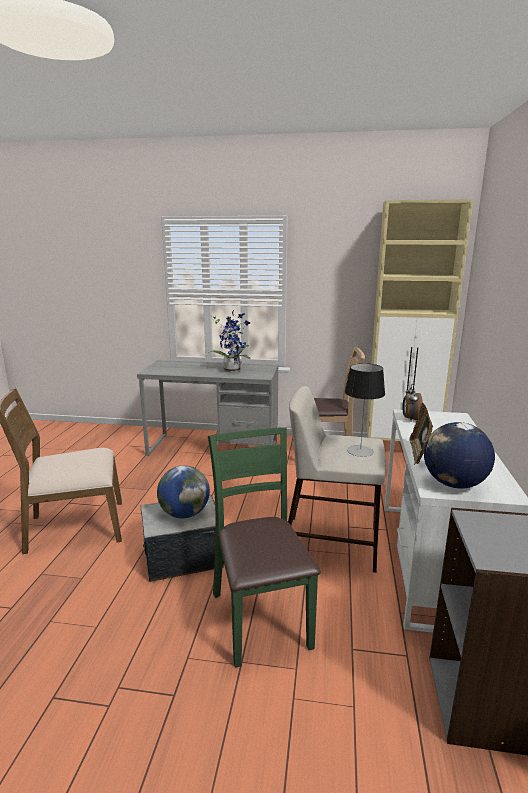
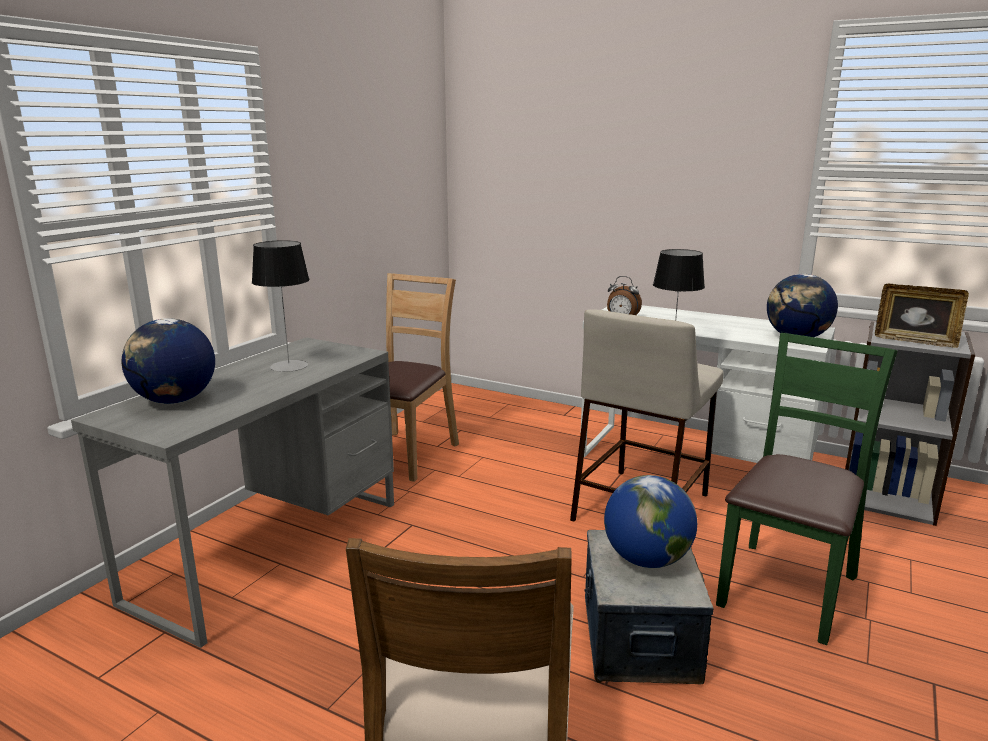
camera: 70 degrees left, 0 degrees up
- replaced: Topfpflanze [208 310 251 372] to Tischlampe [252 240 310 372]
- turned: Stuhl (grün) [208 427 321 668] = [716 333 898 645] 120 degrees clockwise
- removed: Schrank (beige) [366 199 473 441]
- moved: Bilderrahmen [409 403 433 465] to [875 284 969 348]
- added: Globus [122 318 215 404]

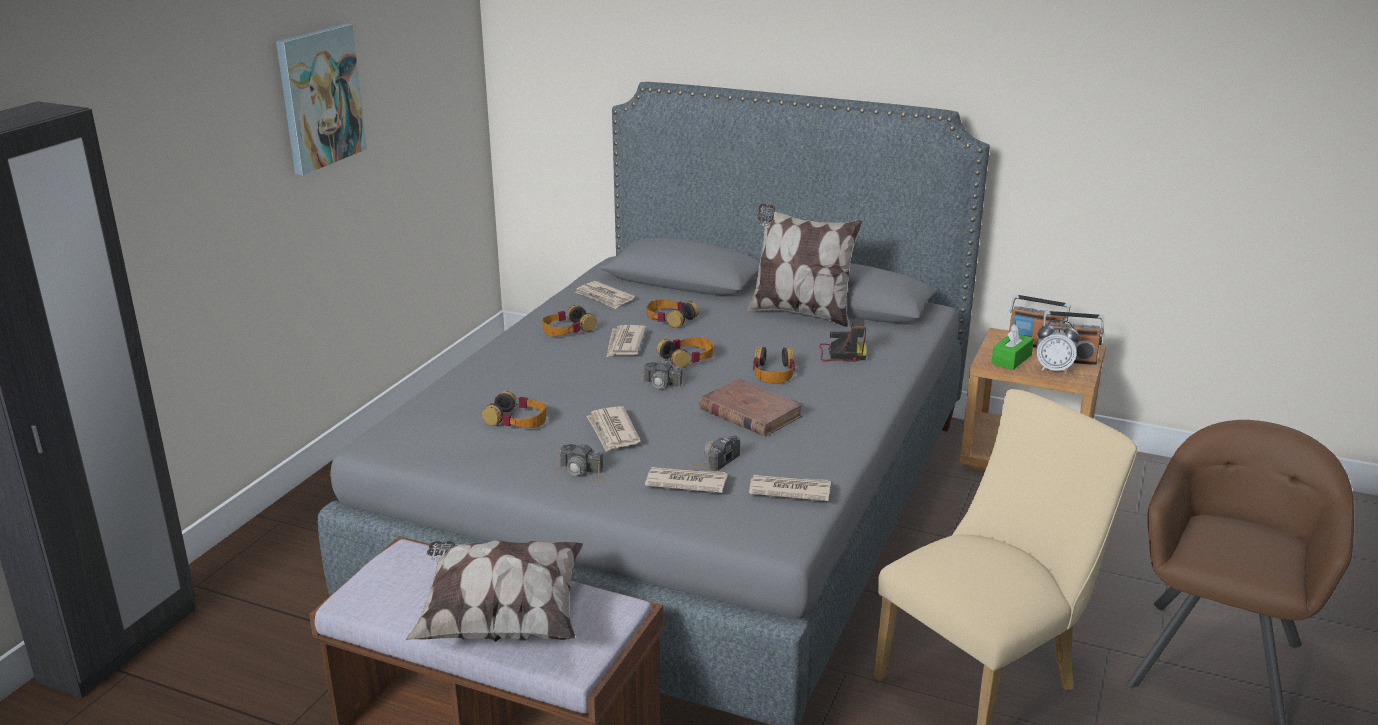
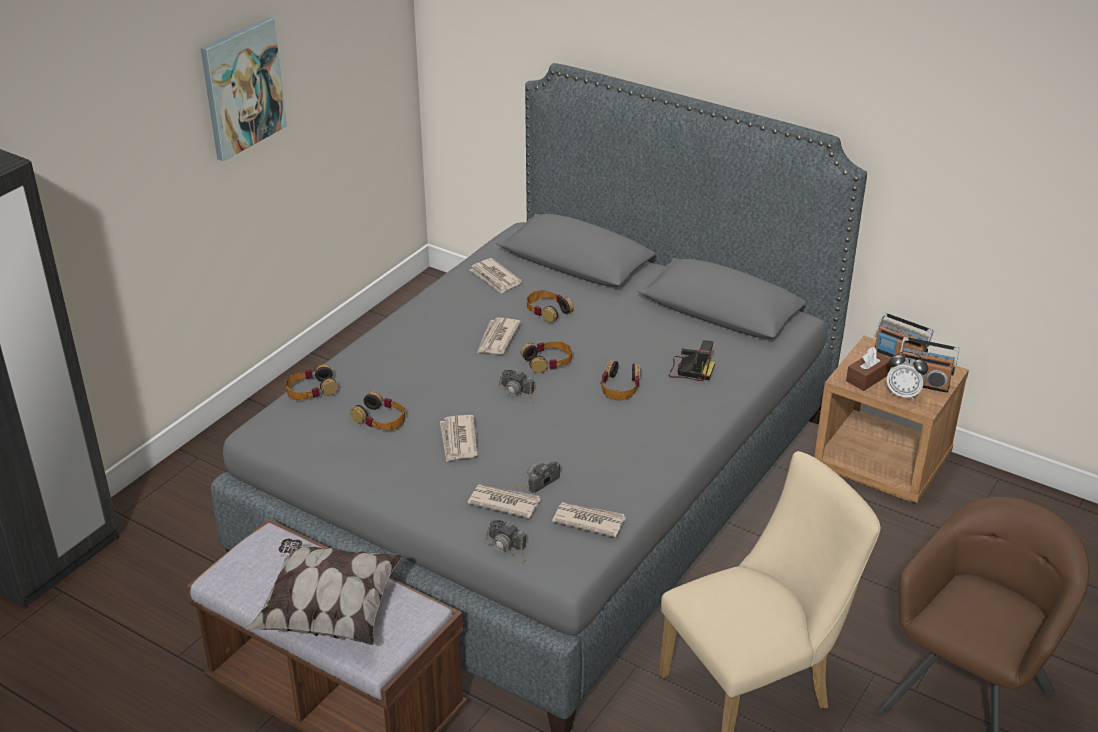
camera: 10 degrees right, 10 degrees up
- moved: Kopfhörer [542 305 597 336] to [285 364 338 400]
- moved: Kamera [555 443 605 483] to [484 520 526 562]
- removed: Buch (braun) [699 379 804 437]
- removed: Kissen [747 203 863 327]
- recoloured: Taschentuchbox (grün) [991 324 1034 370] to Taschentuchbox (braun) [846 347 891 391]

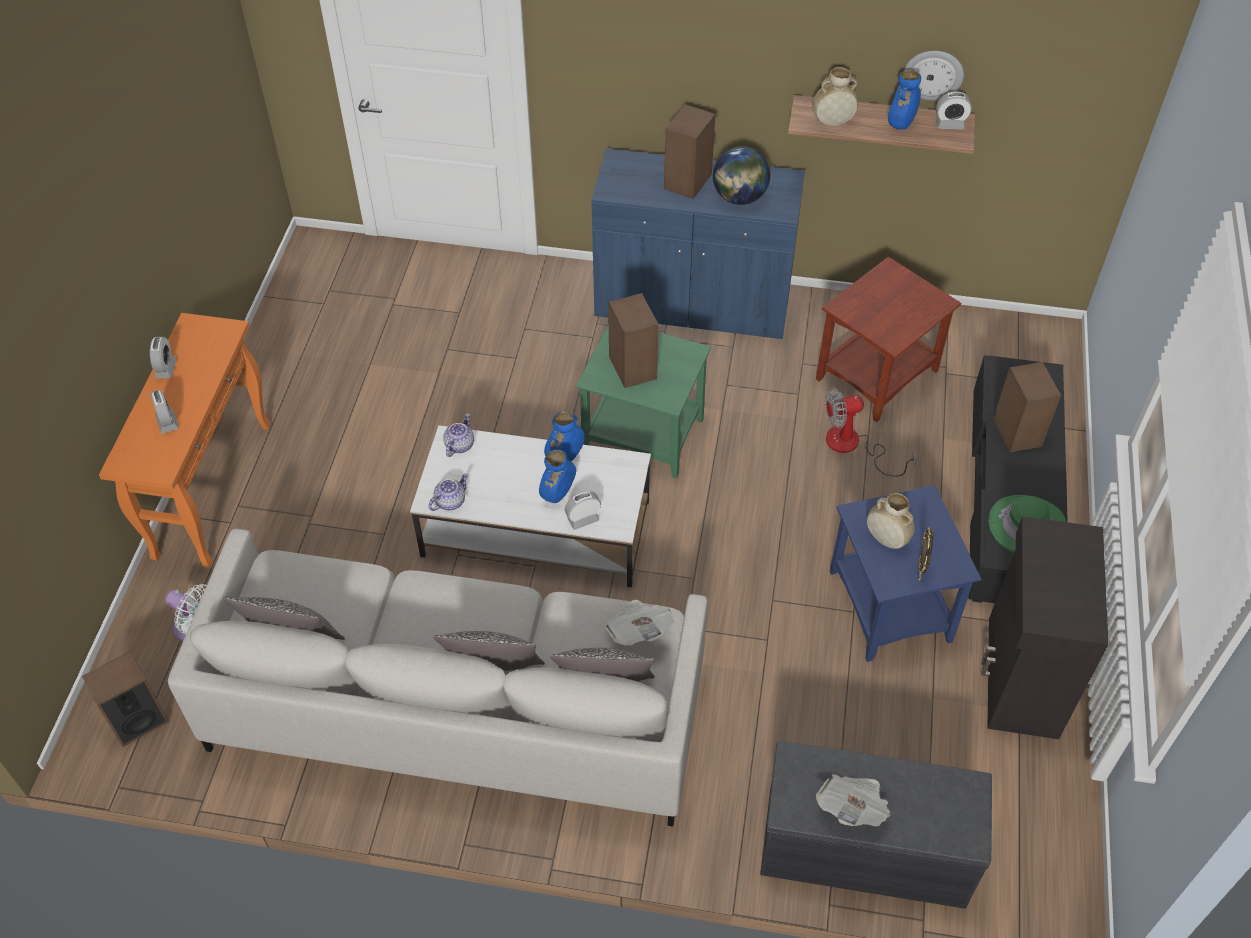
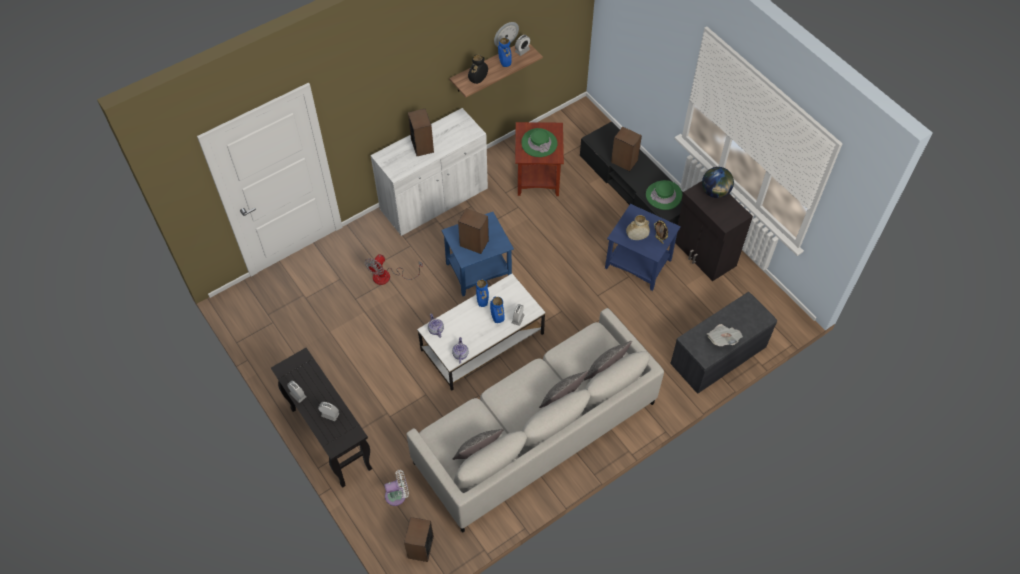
camera: 45 degrees left, 5 degrees up
- recoloured: Konsolentisch (orange) [99 313 271 568] to Konsolentisch (schwarz) [271 348 372 488]
- recoloured: Beistelltisch (grün) [576 324 711 479] to Beistelltisch (blau) [441 212 514 296]
- recoloured: Schrank (blau) [591 149 805 339] to Schrank (weiß) [370 108 488 236]
- removed: Zeitung [604 600 675 645]
- moved: Globus [713 146 770 205] to [702 167 734 198]
- recoloured: Vase (beige) [812 67 858 126] to Vase (schwarz) [468 54 488 84]
- moved: Ventilator [825 387 917 477] to [365 254 423 285]
- added: Hut (grün) [521 128 558 157]

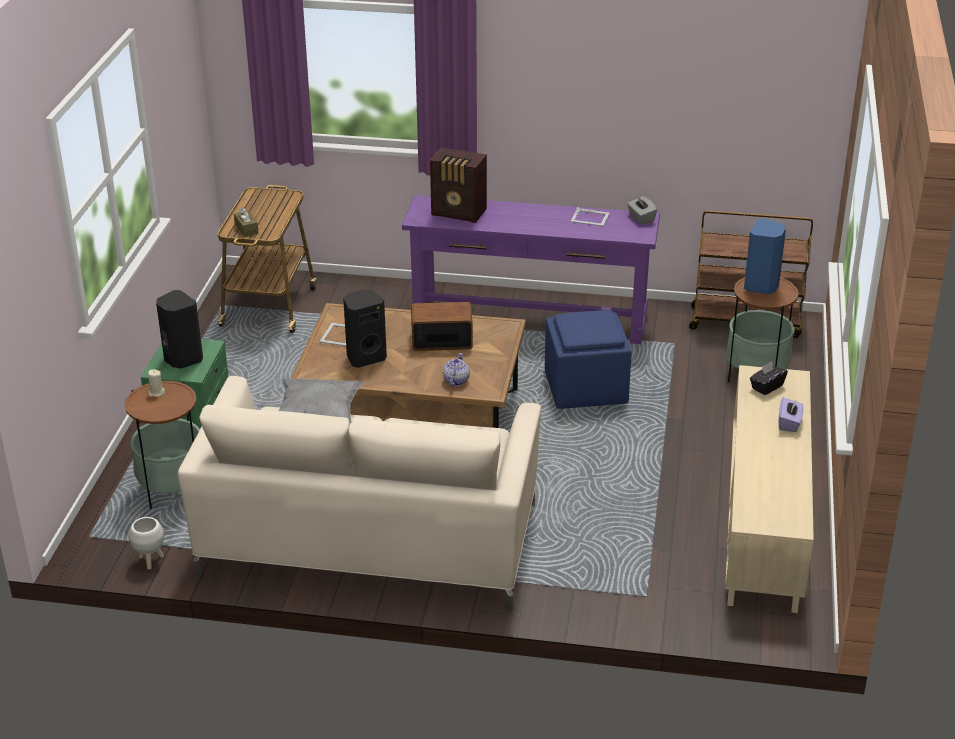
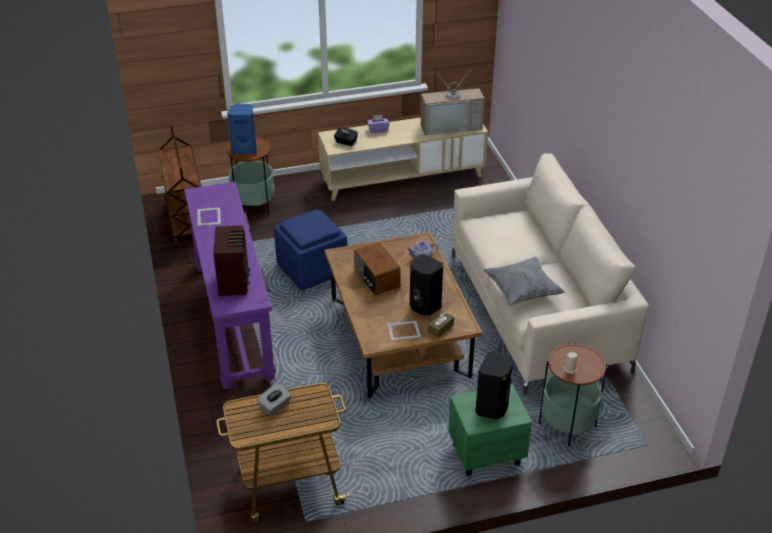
camera: 115 degrees left, 5 degrees up
- removed: Pflanzkübel (weiß) [129 517 164 570]
- moved: Taschentuchbox (braun) [234 207 258 237] to [428 311 454 338]
- moved: Taschentuchbox (grau) [627 195 657 224] to [257 383 291 416]
- added: Fernseher [421 67 485 135]

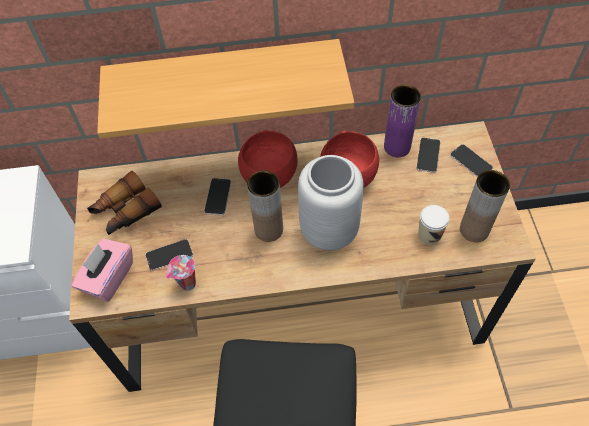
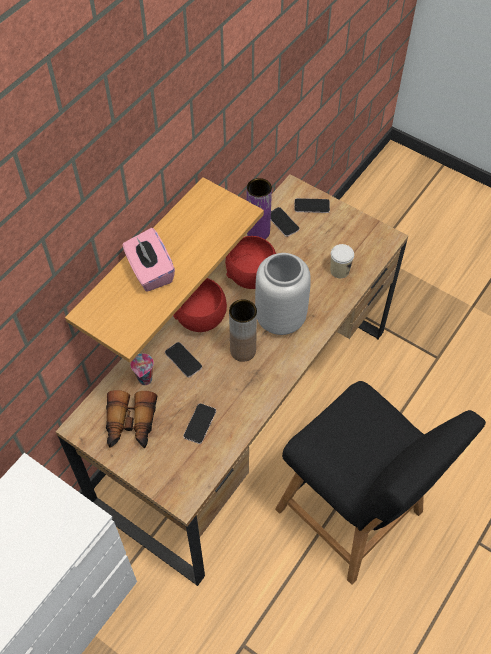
camera: 50 degrees left, 0 degrees up
- moved: Taschentuchbox (rosa) [72 238 133 302] to [122 228 175 292]
- moved: Tasse [166 255 196 291] to [130 353 154 385]
- removed: Vase (braun) [460 170 510 242]

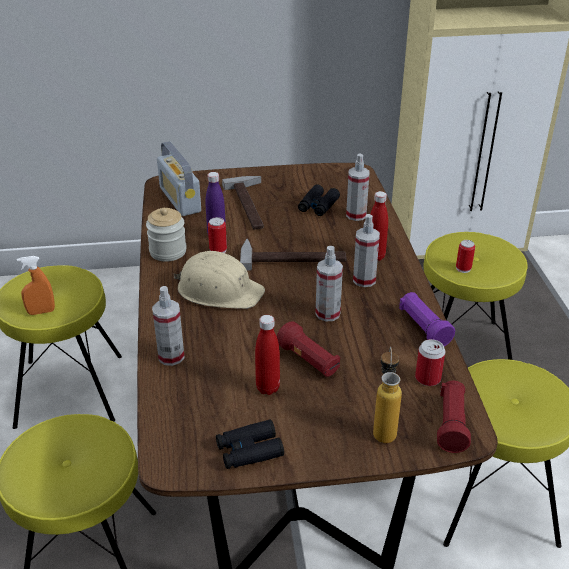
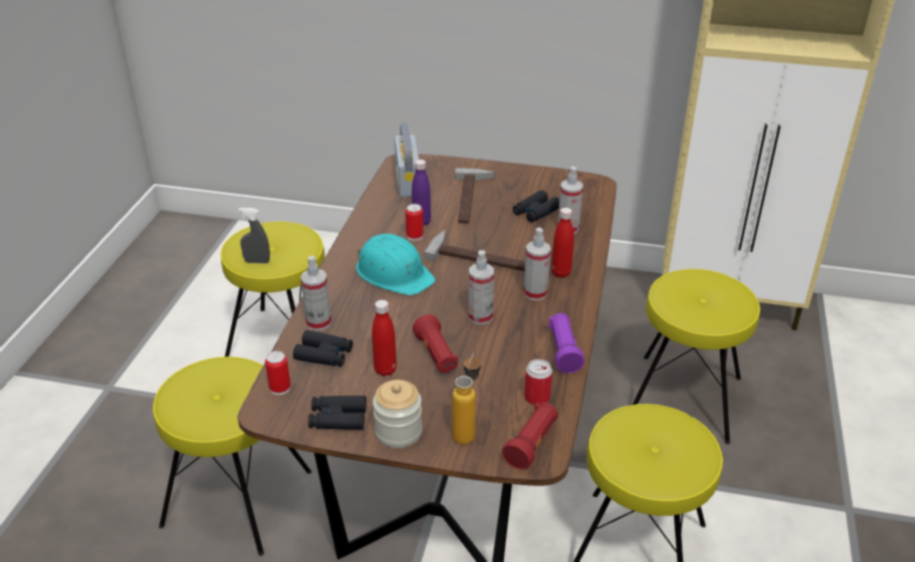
camera: 20 degrees right, 0 degrees up
- recoloured: Sprühflasche (orange) [17 256 55 315] to Sprühflasche (grau) [238 208 270 264]
- moved: Vorratsglas [146 208 187 262] to [373 380 422 448]
- recoloured: Schutzhelm (beige) [173 251 265 309] to Schutzhelm (türkis) [356 234 435 295]
- moved: Dose [456 240 475 273] to [265 351 291 395]
- added: Fernglas (schwarz) [293 330 353 367]

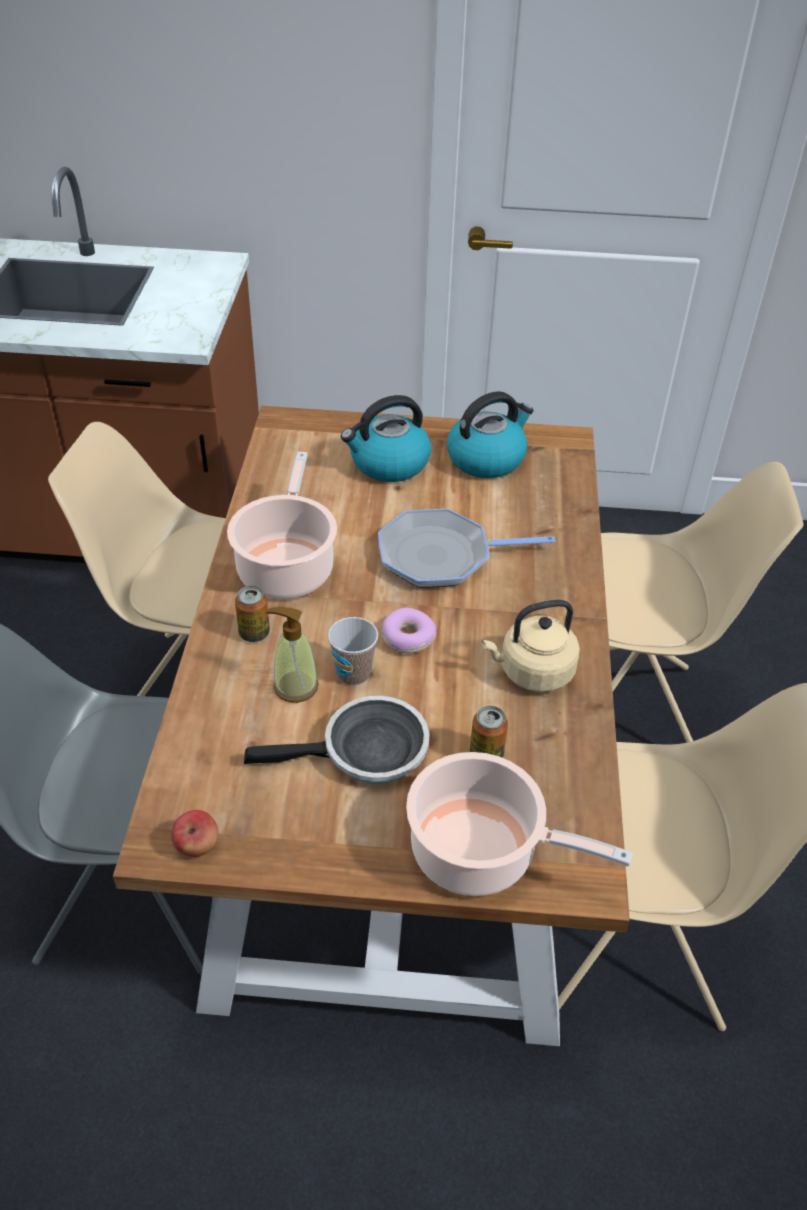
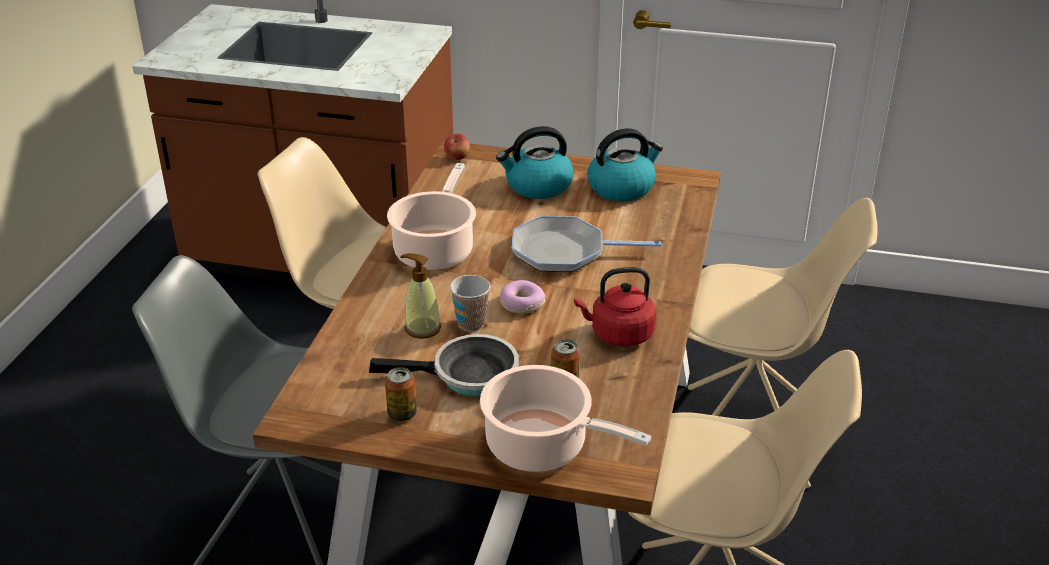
camera: 10 degrees right, 10 degrees down
- moved: Apfel [171 810 218 857] to [444 134 470 160]
- moved: Dose [235 586 270 642] to [385 367 417 421]
- recoloured: Wasserkessel (beige) [482 600 580 692] to Wasserkessel (rot) [574 267 656 347]

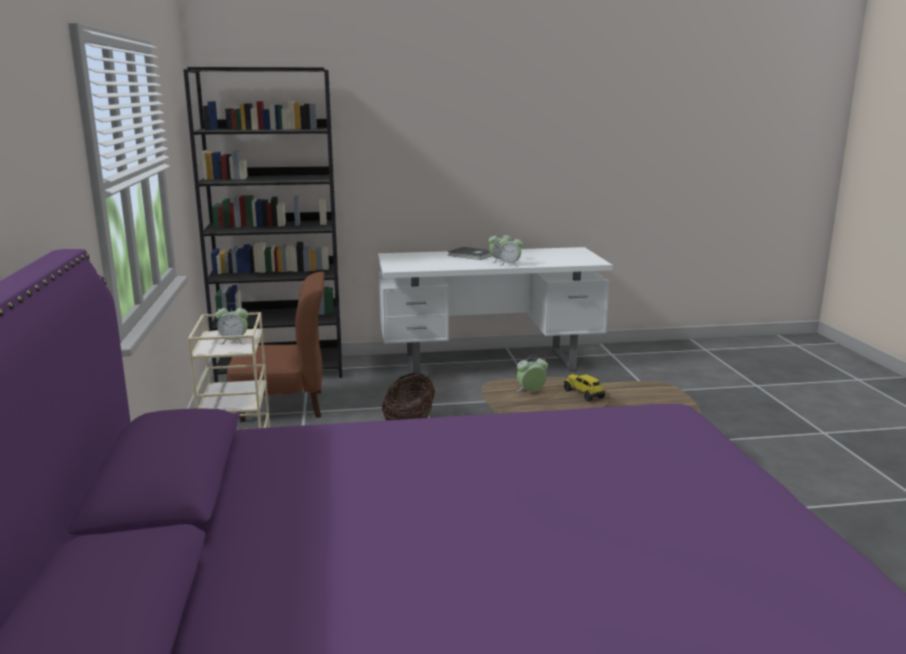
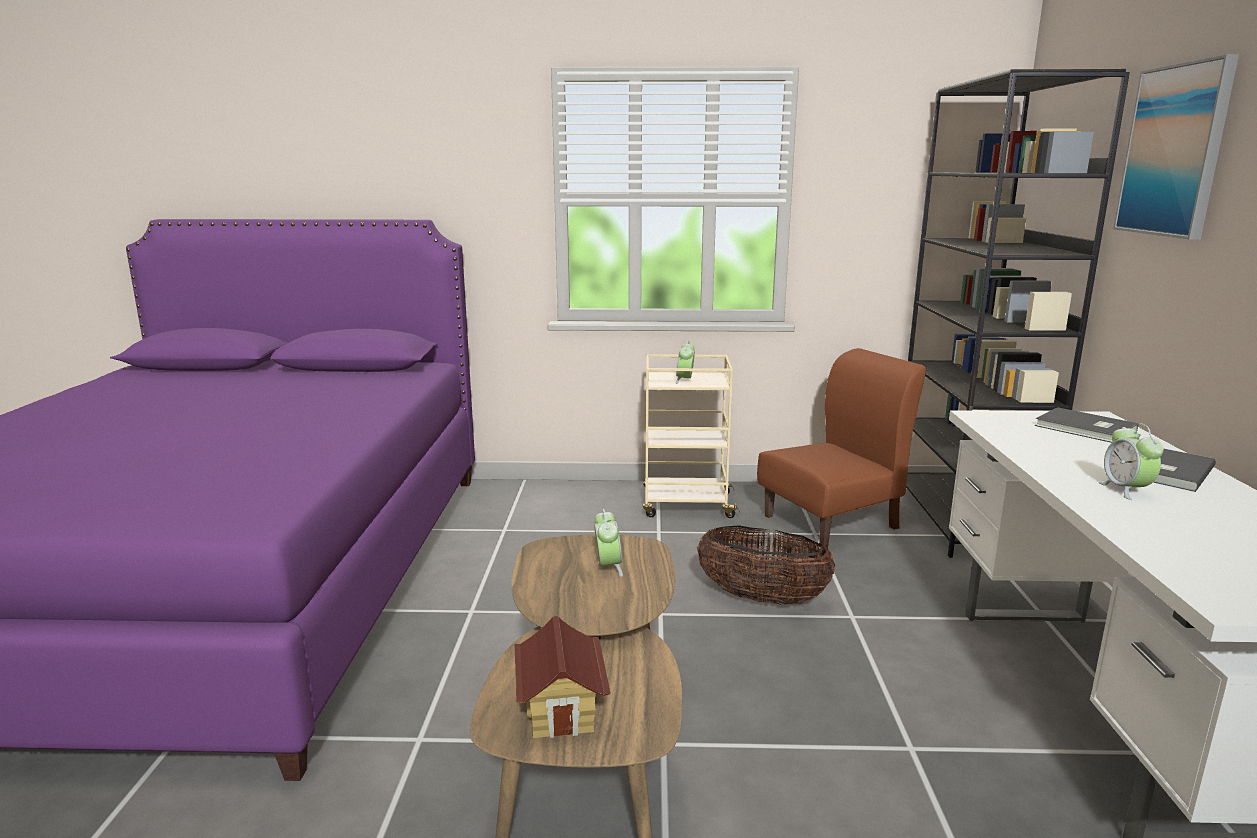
camera: 100 degrees right, 0 degrees up
- turned: Stuhl (braun) [227 272 325 422] = [757 348 926 548] 120 degrees counterclockwise
- removed: Wecker [499 235 523 267]
- removed: Spielzeuglaster [564 374 605 402]
- added: Spielzeughaus [515 616 611 738]
- added: Buch (grau) [1035 407 1139 443]
- added: Bild [1113 54 1239 240]

